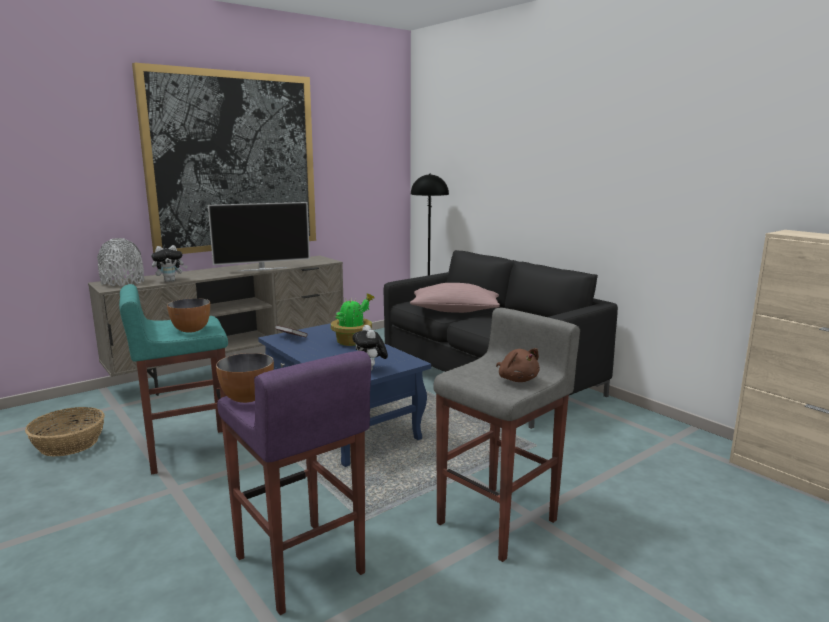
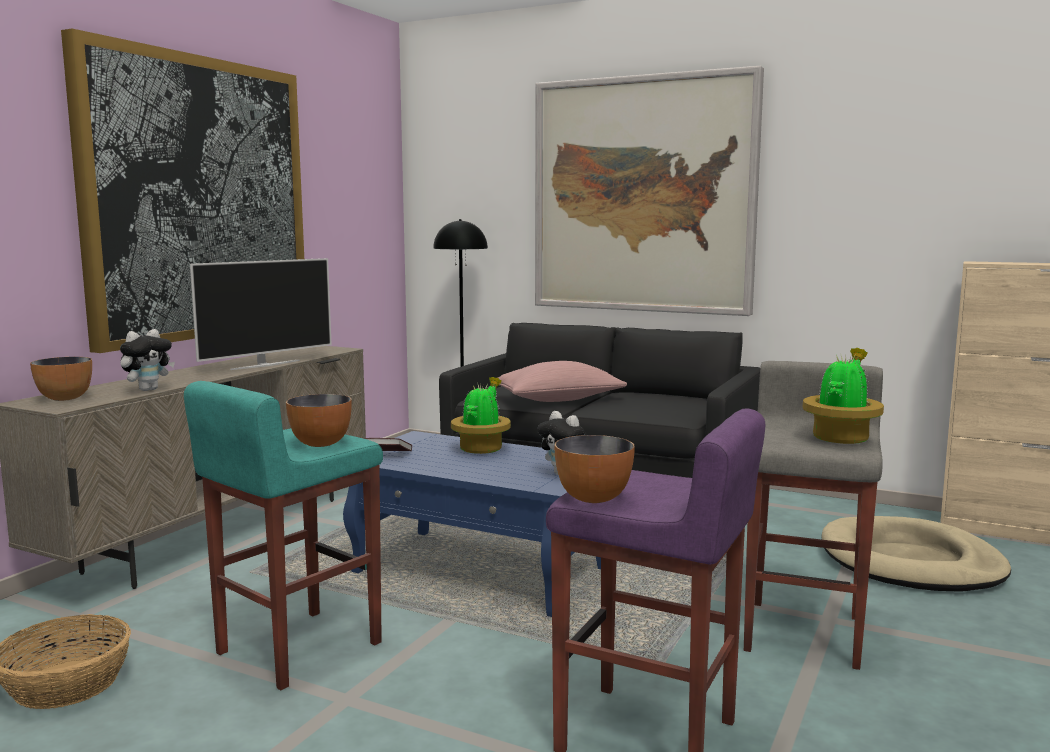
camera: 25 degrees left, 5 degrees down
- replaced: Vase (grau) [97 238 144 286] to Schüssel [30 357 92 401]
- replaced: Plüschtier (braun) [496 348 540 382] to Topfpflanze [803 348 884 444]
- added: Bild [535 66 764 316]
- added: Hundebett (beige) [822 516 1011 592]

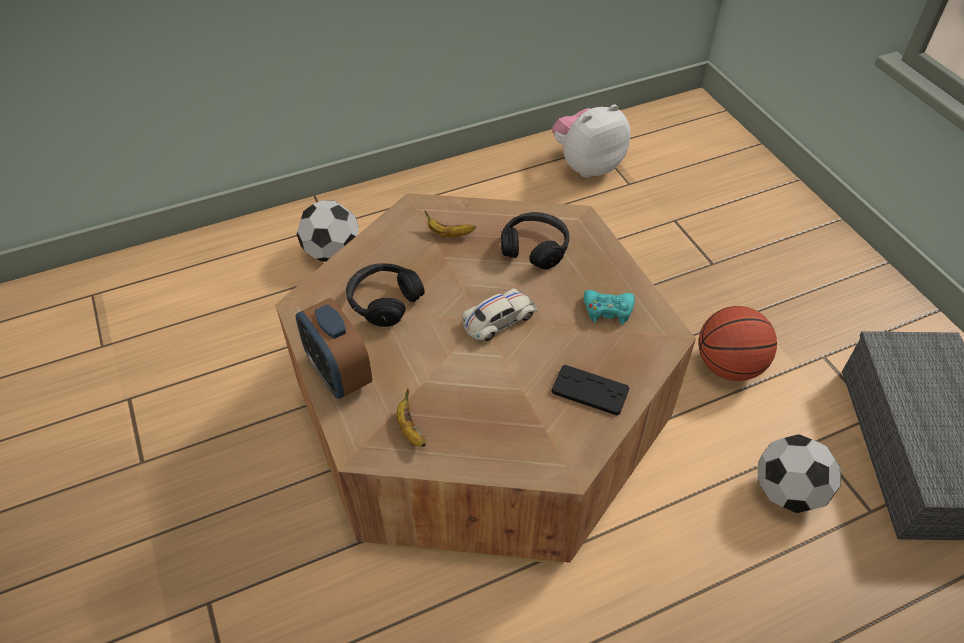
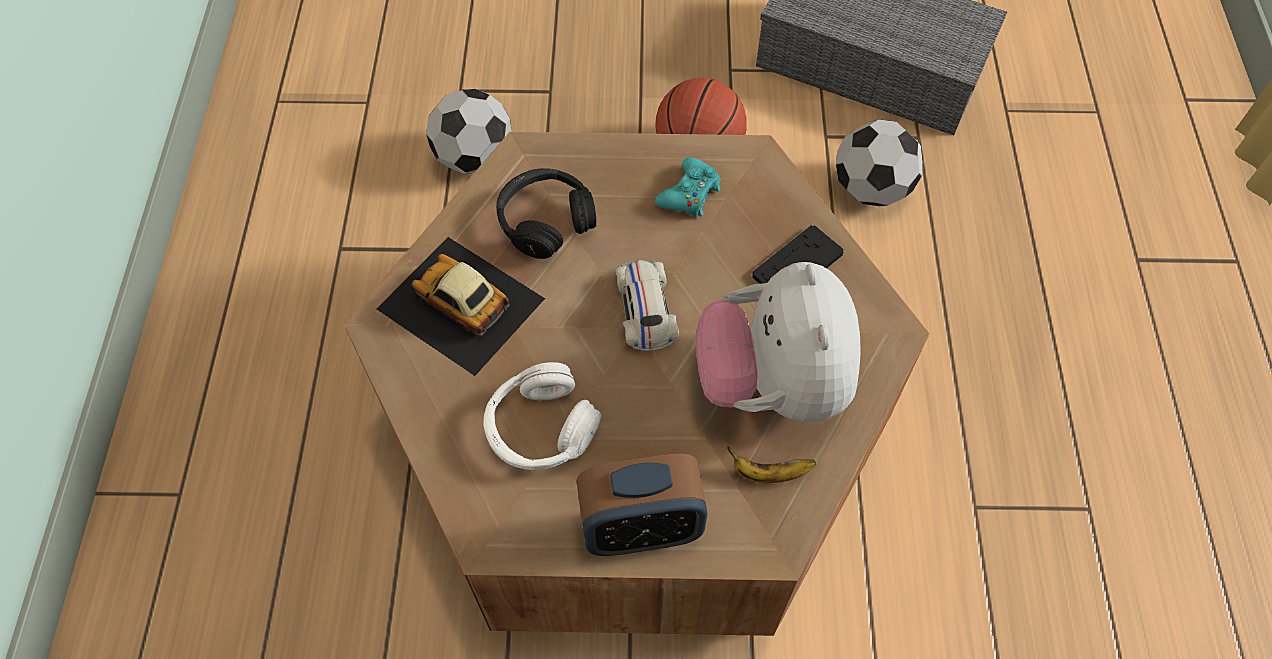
camera: 65 degrees left, 10 degrees up
- moved: Fußball [297 200 359 262] to [426 89 512 174]
- recoloured: Kopfhörer (schwarz) [346 263 425 327] to Kopfhörer (weiß) [483 362 601 470]
- replaced: Banane [425 211 476 237] to Spielzeugauto [377 237 545 376]
- moved: Plüschtier [552 104 630 178] to [696 262 860 422]

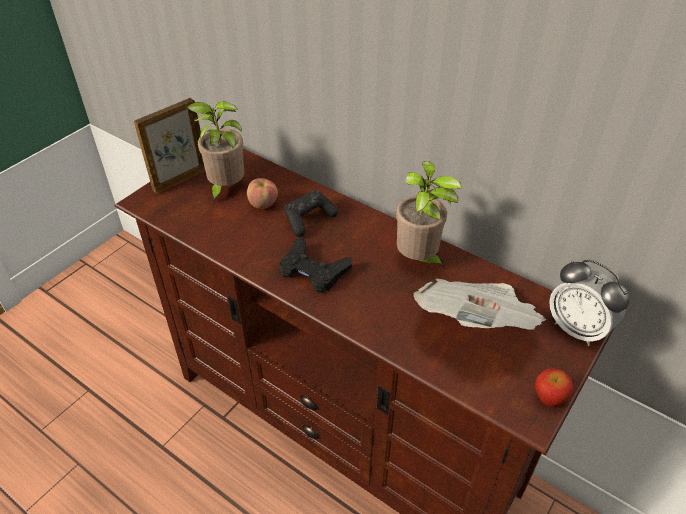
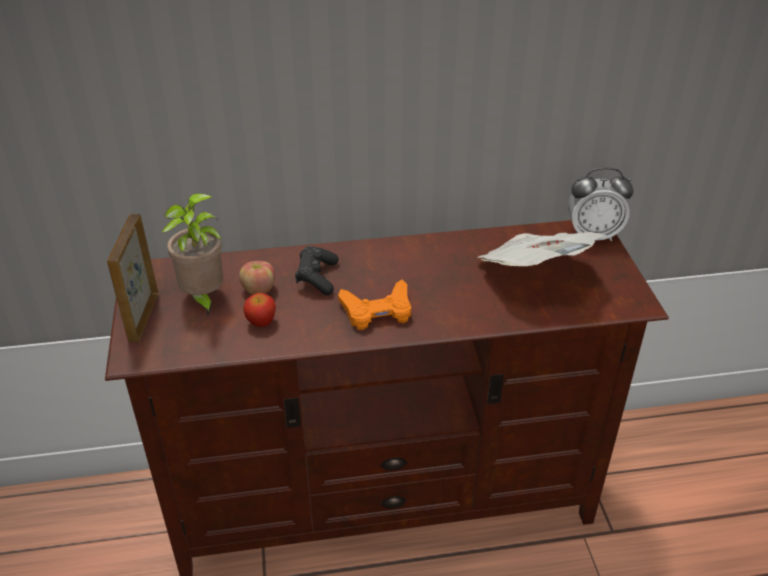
camera: 45 degrees left, 5 degrees down
- recoloured: Gamepad (schwarz) [279 236 352 293] to Gamepad (orange) [338 280 411 330]
- removed: Topfpflanze [396 161 462 270]
- moved: Apfel [535 368 574 407] to [243 293 276 327]

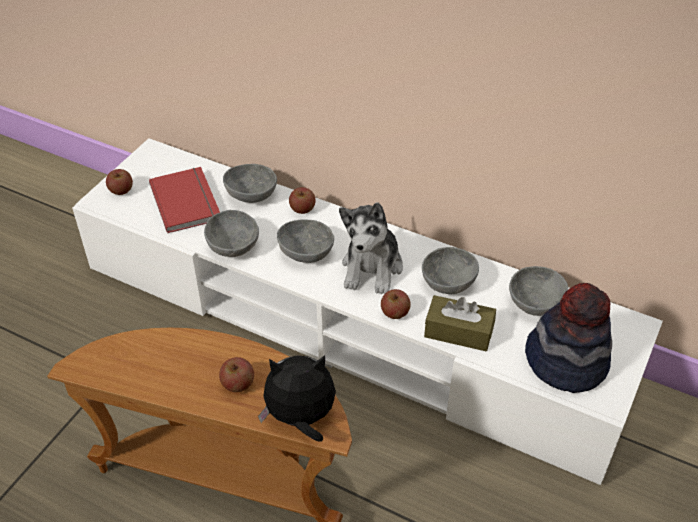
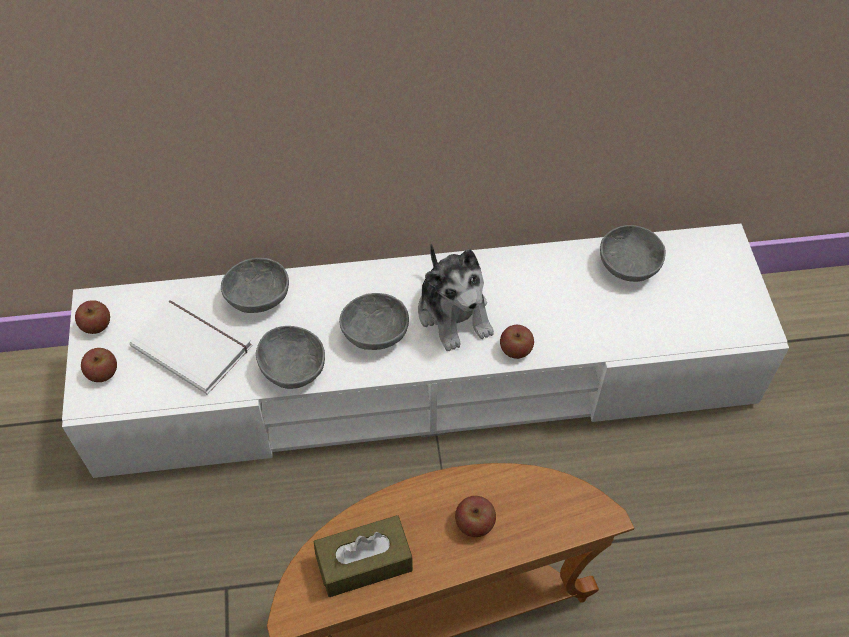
camera: 35 degrees left, 10 degrees up
- recoloured: Buch (rot) [149 167 220 233] to Buch (weiß) [130 295 252 395]
- removed: Plüschtier [258 355 336 442]
- moved: Apfel [289 187 316 214] to [75 300 110 334]
- removed: Schüssel (grau) [422 247 479 294]
- moved: Taschentuchbox (braun) [424 295 496 351] to [314 515 413 597]
- removed: Hut [525 283 612 393]

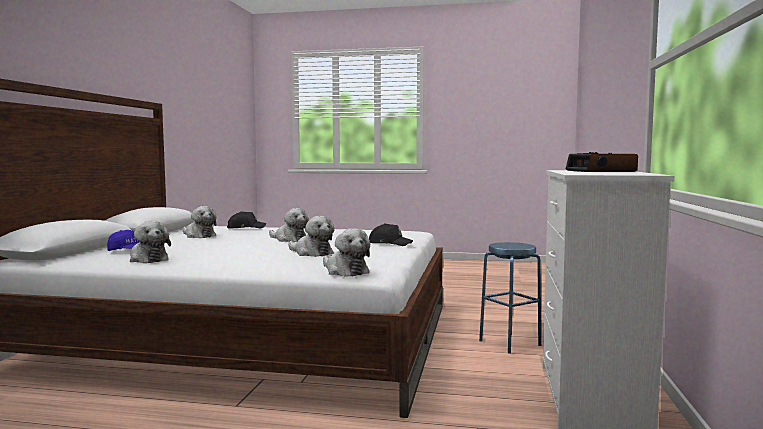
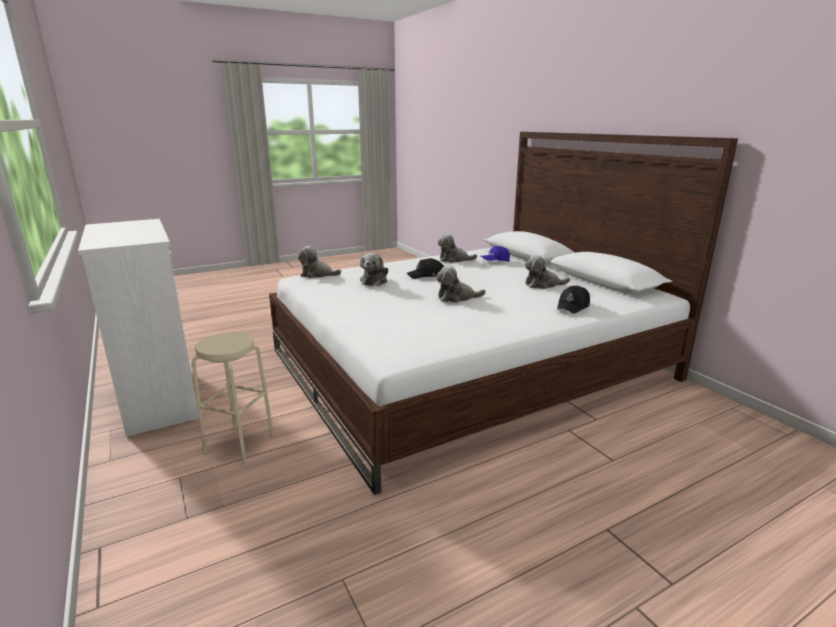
camera: 140 degrees right, 15 degrees up
- turned: Plüschtier [288 216 335 257] = [360 253 388 286] 75 degrees counterclockwise
- moved: Kappe (schwarz) [369 223 413 246] to [407 258 444 279]
- recoloured: Hocker (blau) [479 242 541 354] to Hocker (beige) [192 332 274 463]
- removed: Wecker [566 152 638 172]

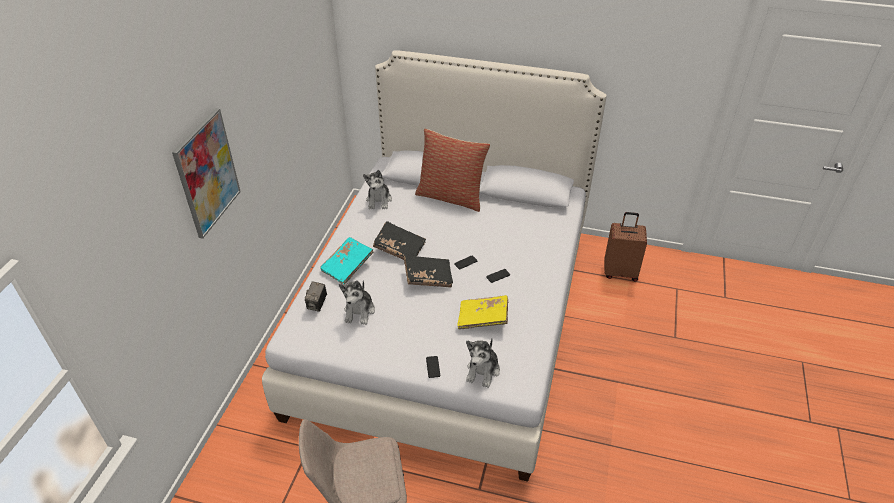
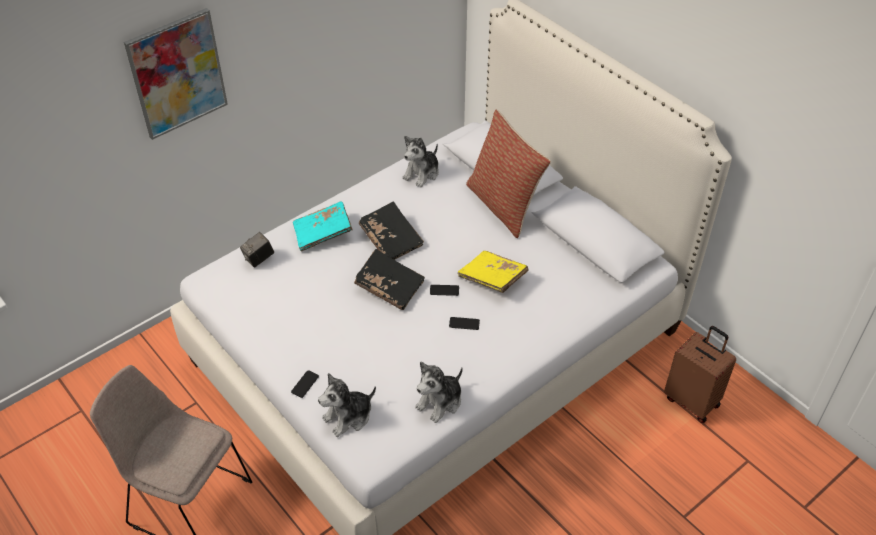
camera: 35 degrees right, 5 degrees up
- moved: Plüschtier [339 280 375 325] to [415 361 463 423]
- moved: Buch (gelb) [457 295 508 330] to [457 251 528 293]

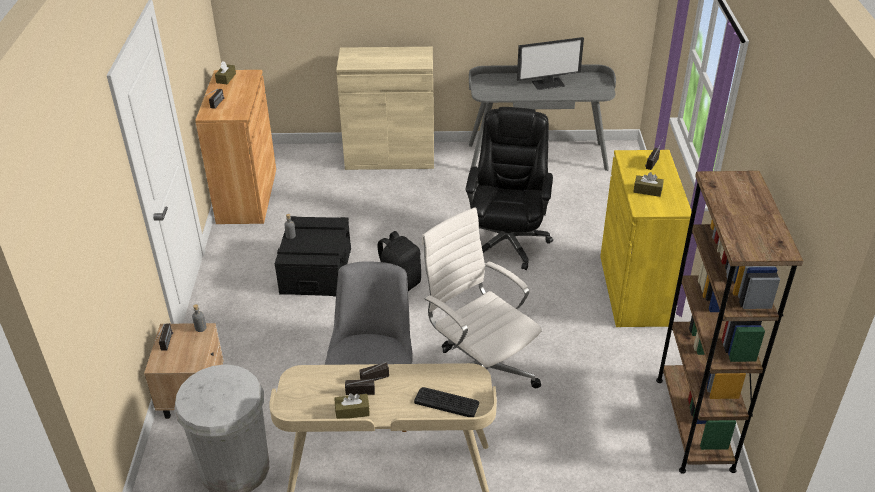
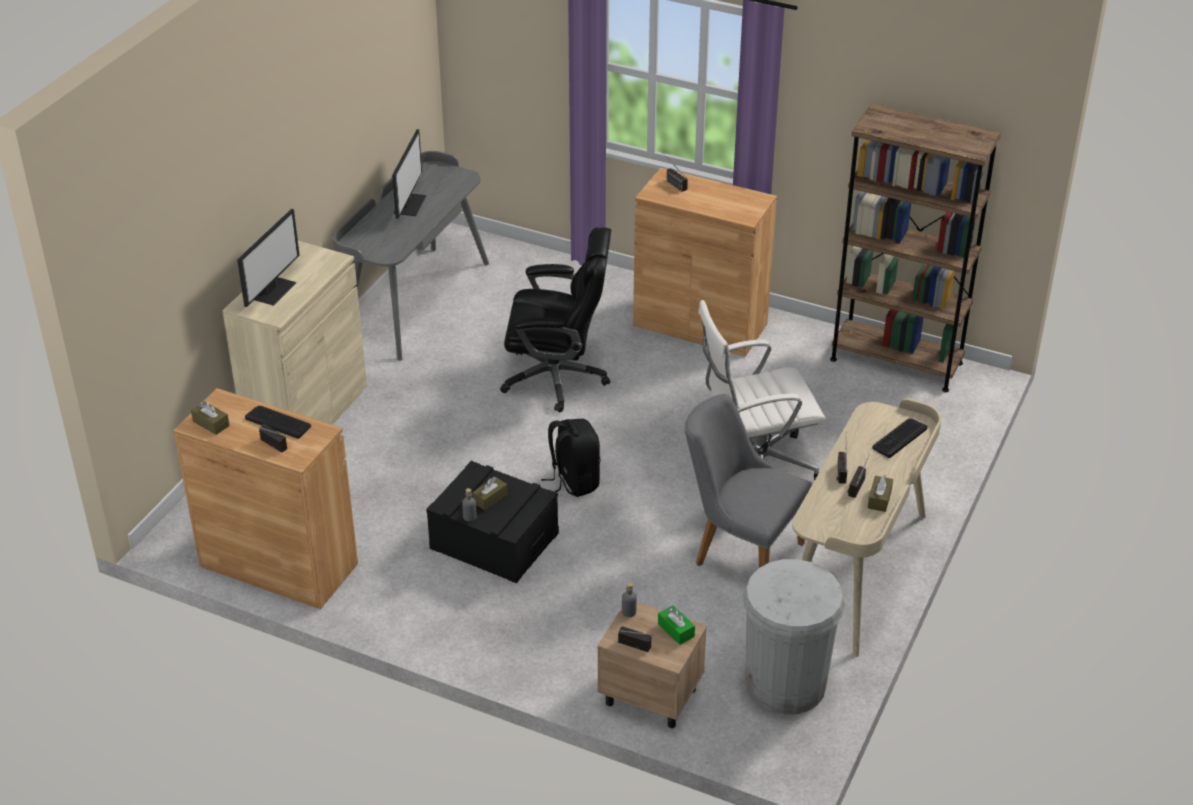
camera: 65 degrees left, 0 degrees up
- turned: Bürostuhl (schwarz) [466 107 553 270] = [500 227 611 412] 150 degrees clockwise
- recoloured: Schrank (gelb) [600 150 692 327] to Schrank (braun) [633 168 777 357]
- moved: Taschentuchbox (braun) [633 172 664 197] to [472 477 507 510]
- added: Monitor [237 209 300 307]
- added: Tastatur [245 406 311 439]
- added: Taschentuchbox (grün) [658 605 695 645]

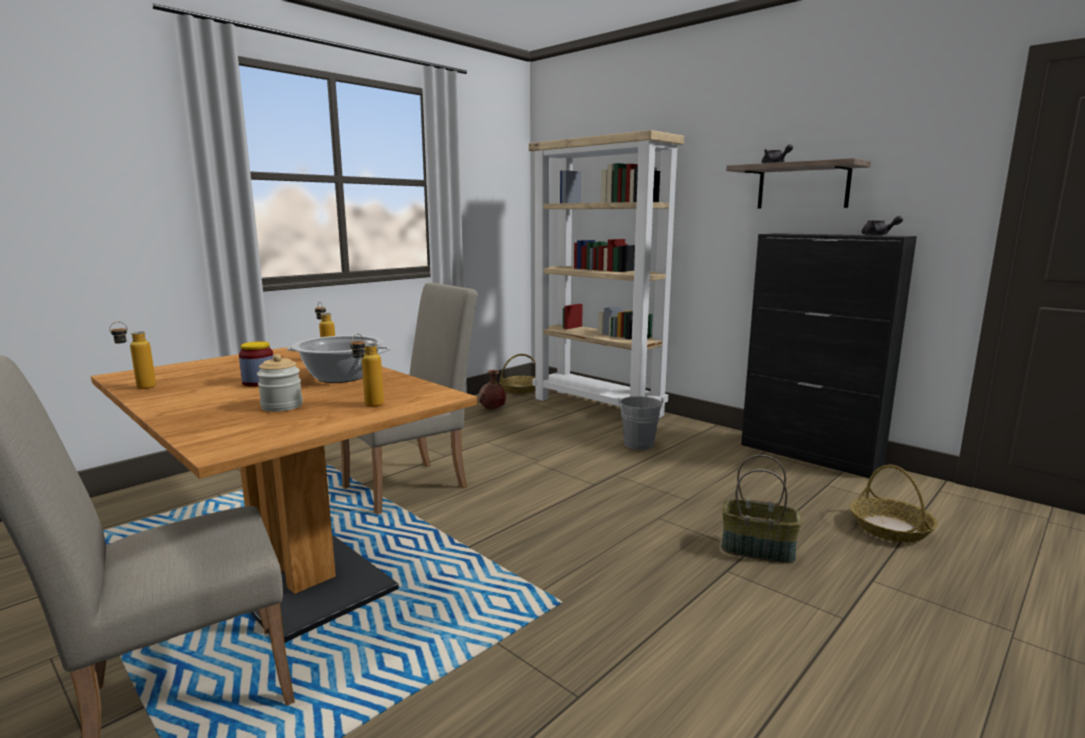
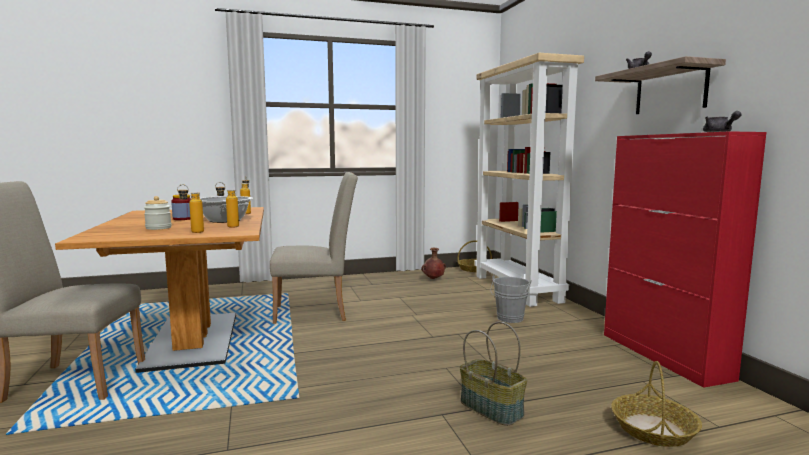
camera: 30 degrees right, 5 degrees down
- moved: Flasche [109 322 156 389] to [215 182 239 228]
- recoloured: Schrank (schwarz) [741 233 917 478] to Schrank (rot) [604 131 767 388]

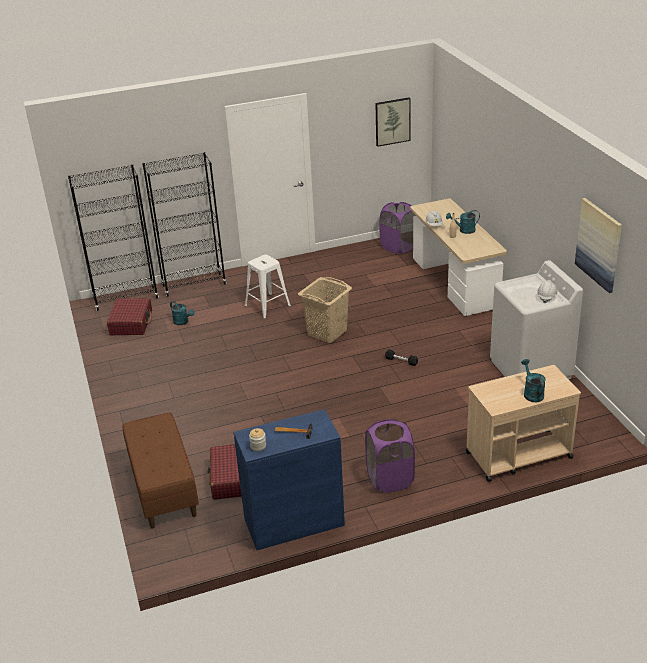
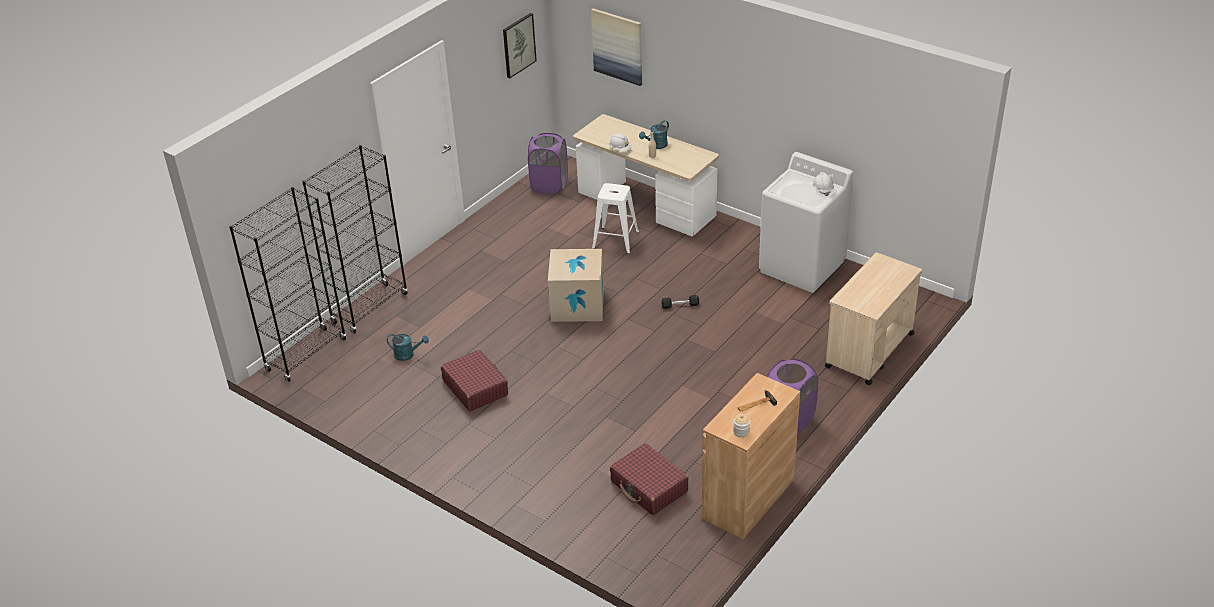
camera: 35 degrees left, 5 degrees up
- moved: Koffer (rot) [107 298 152 335] to [441 350 508 411]
- removed: Bank (braun) [123 412 199 528]
- recoloured: Schrank (blau) [233 409 345 550] to Schrank (braun) [702 373 800 539]
- moved: Hocker (weiß) [245 255 291 319] to [592 183 639 254]
- replaced: Wäschekorb (beige) [298 277 352 343] to Karton [548 249 604 322]
- removed: Gießkanne (türkis) [521 359 546 402]
- moved: Bild [575 198 622 293] to [591 9 642 86]

